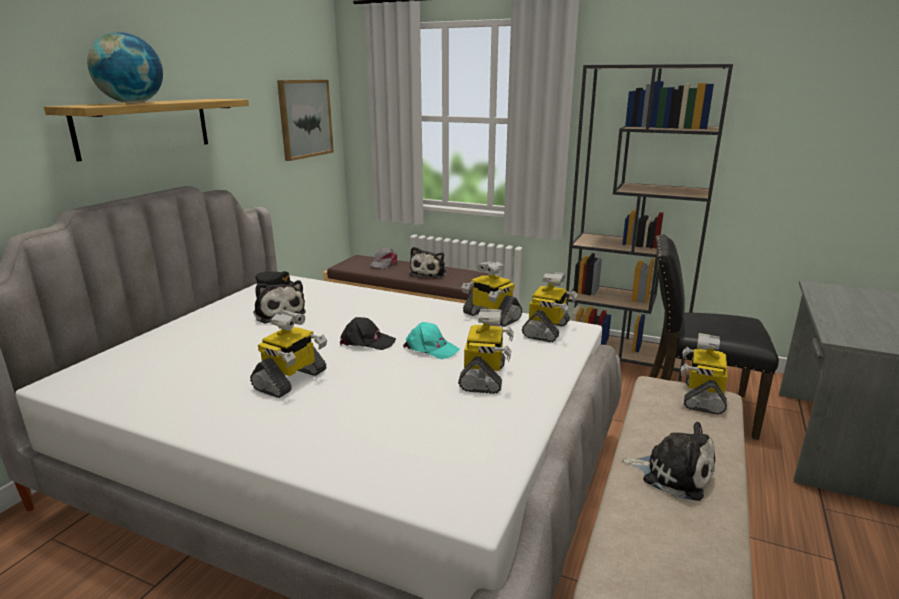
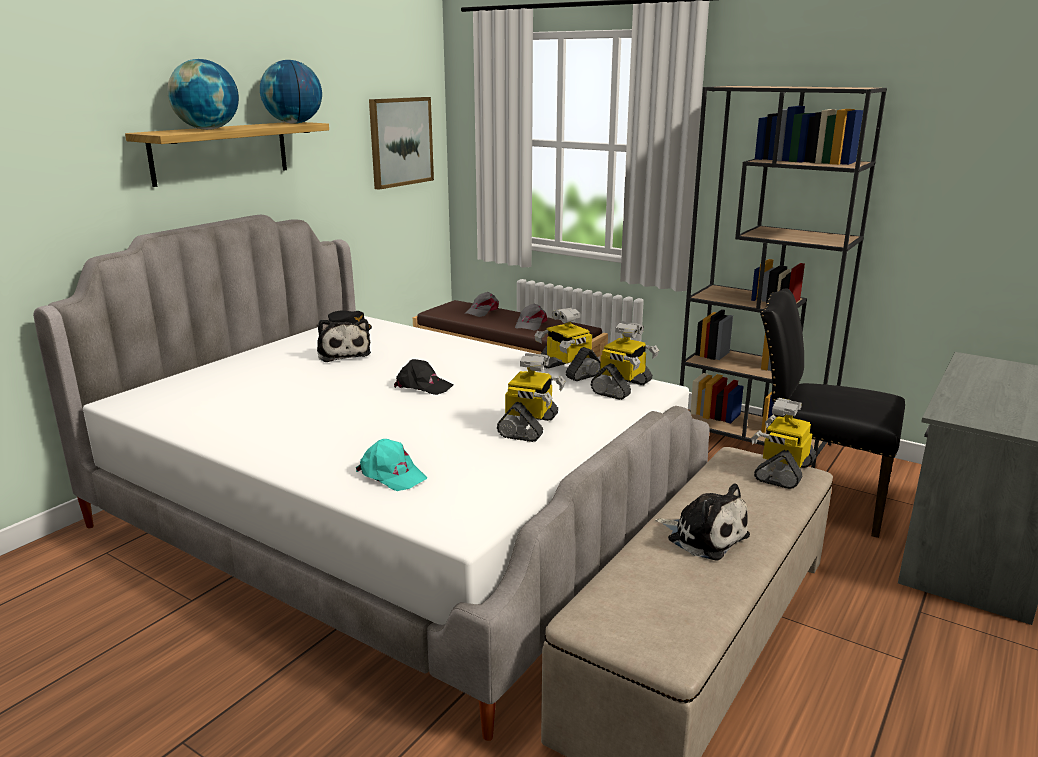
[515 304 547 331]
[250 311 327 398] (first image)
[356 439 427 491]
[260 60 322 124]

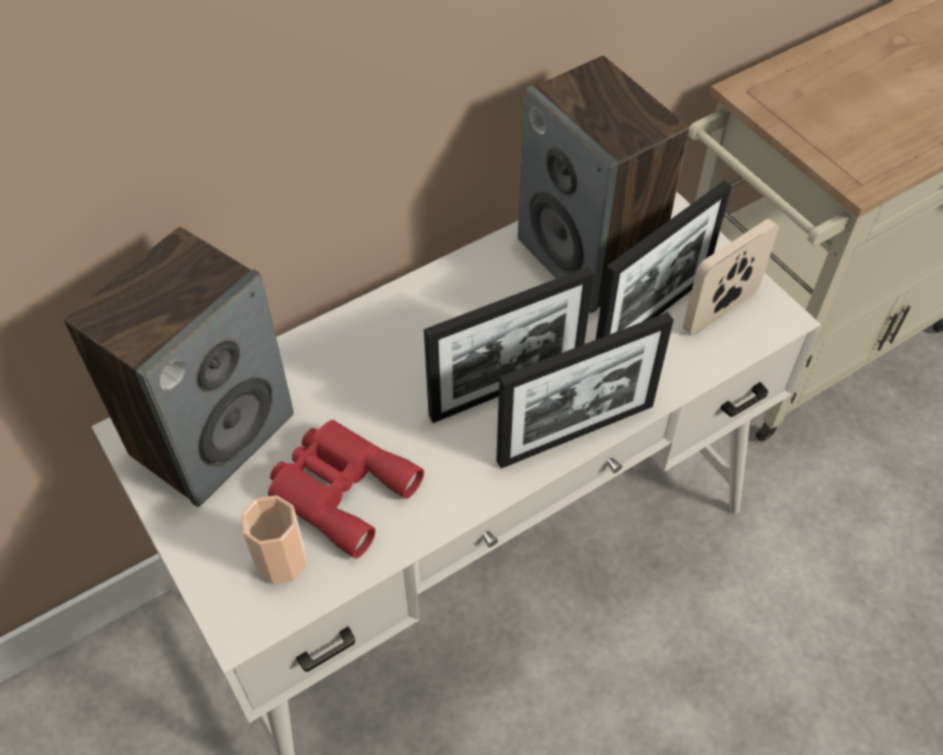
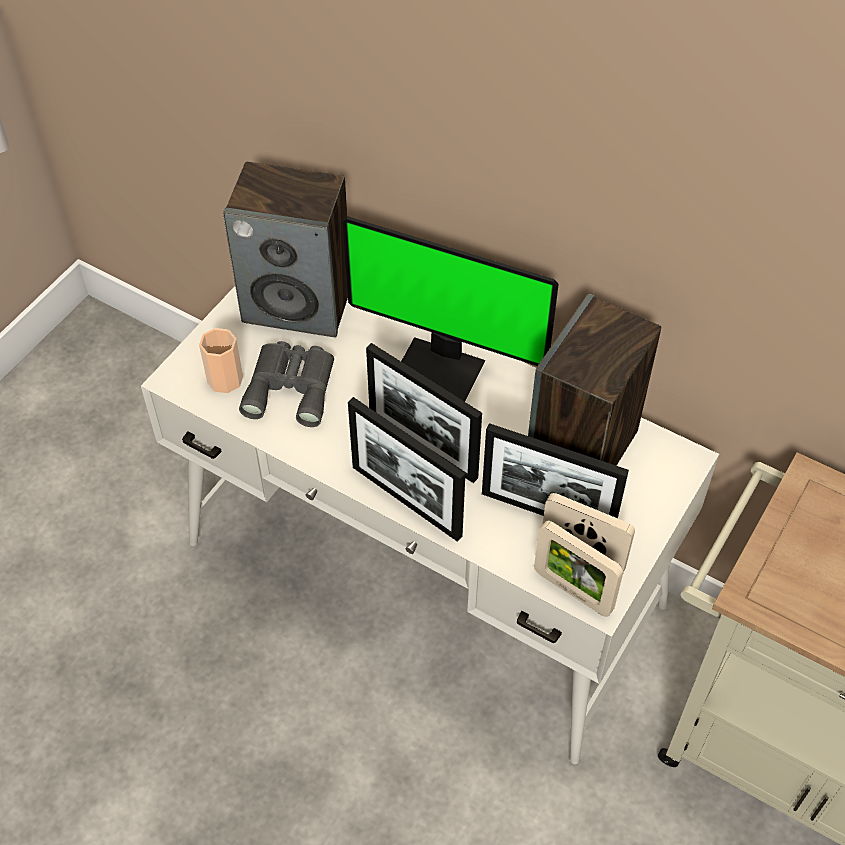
[239 341 334 427]
[343 217 559 402]
[534 520 623 617]

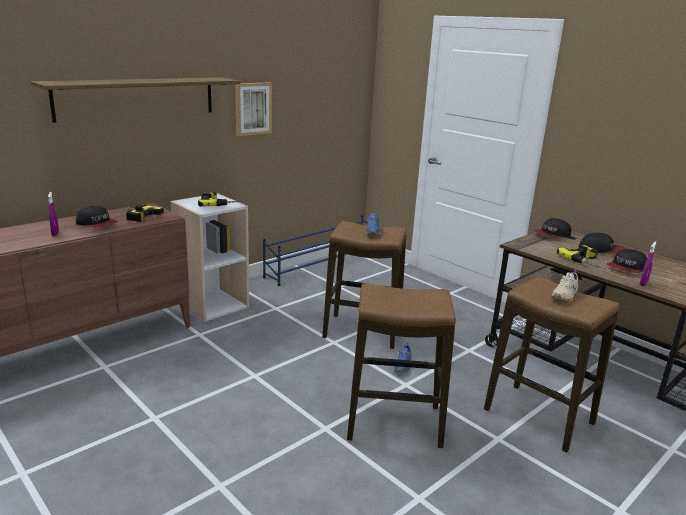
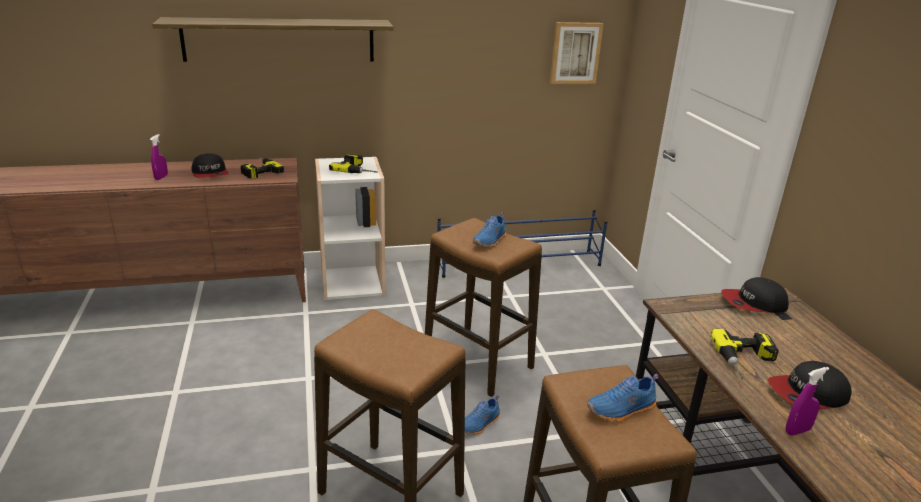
[550 22 604 84]
[579 233 626 254] (first image)
[587 374 659 422]

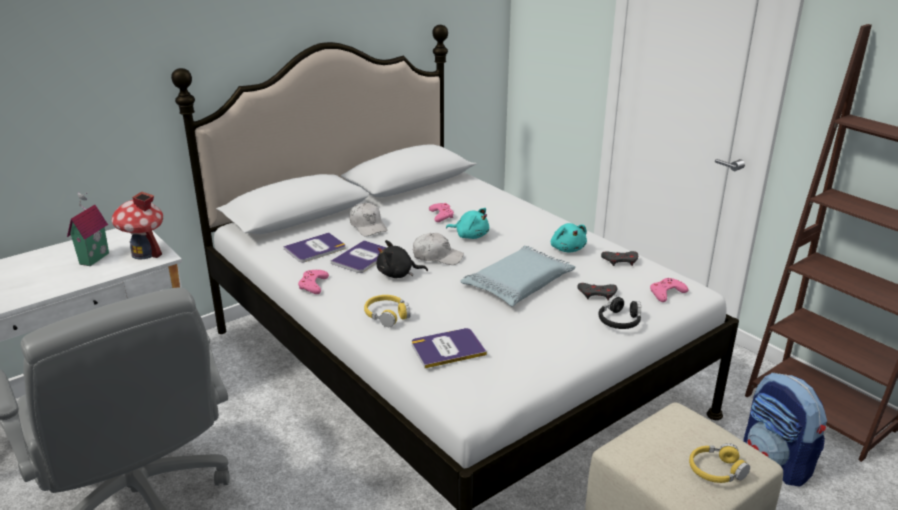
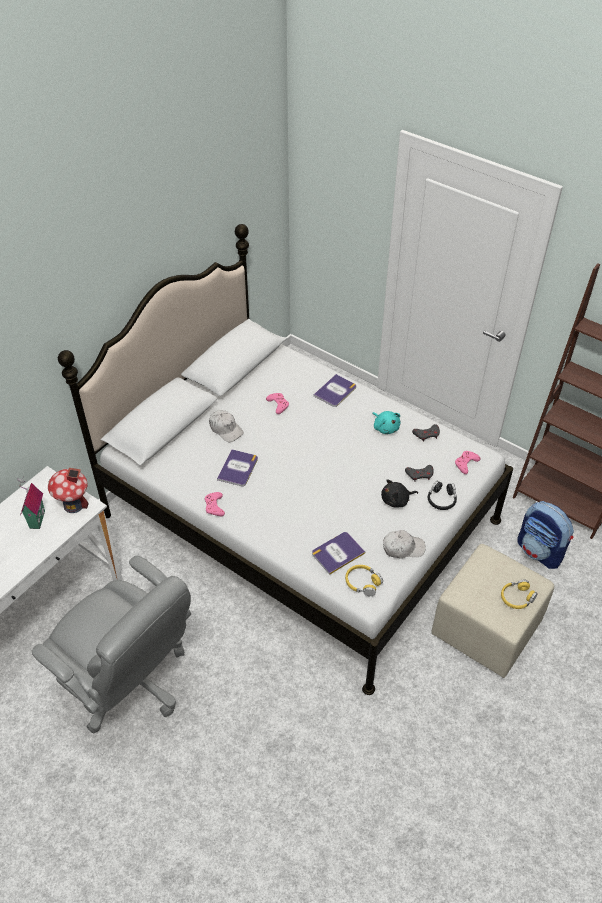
[446 208 489 239] (first image)
[314 374 356 407]
[383 530 426 558]
[381 479 418 508]
[460 246 576 306] (first image)
[345 565 383 596]

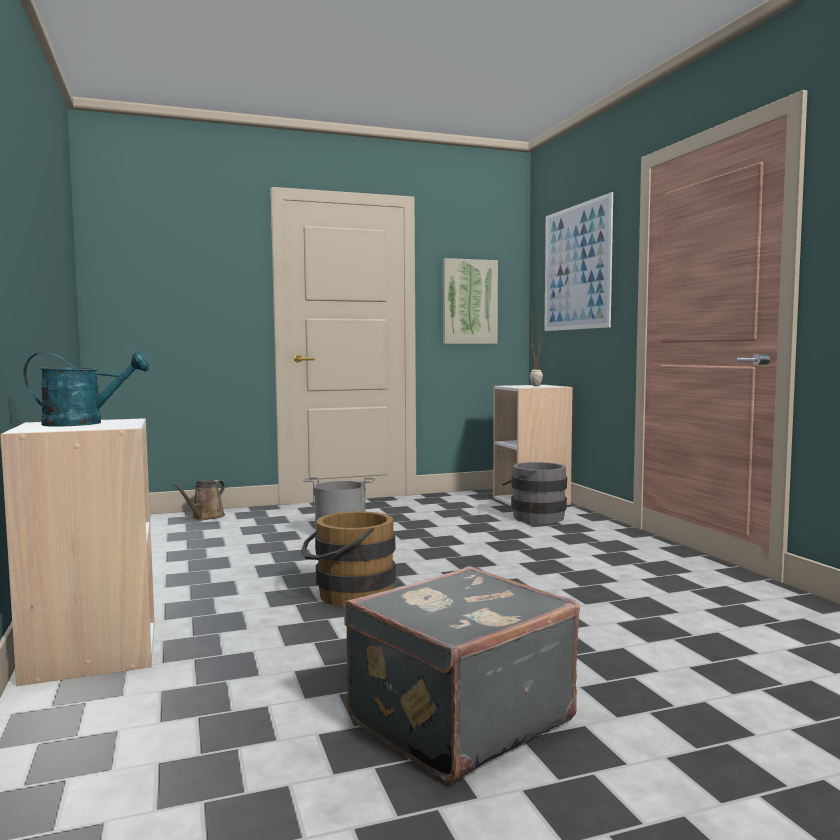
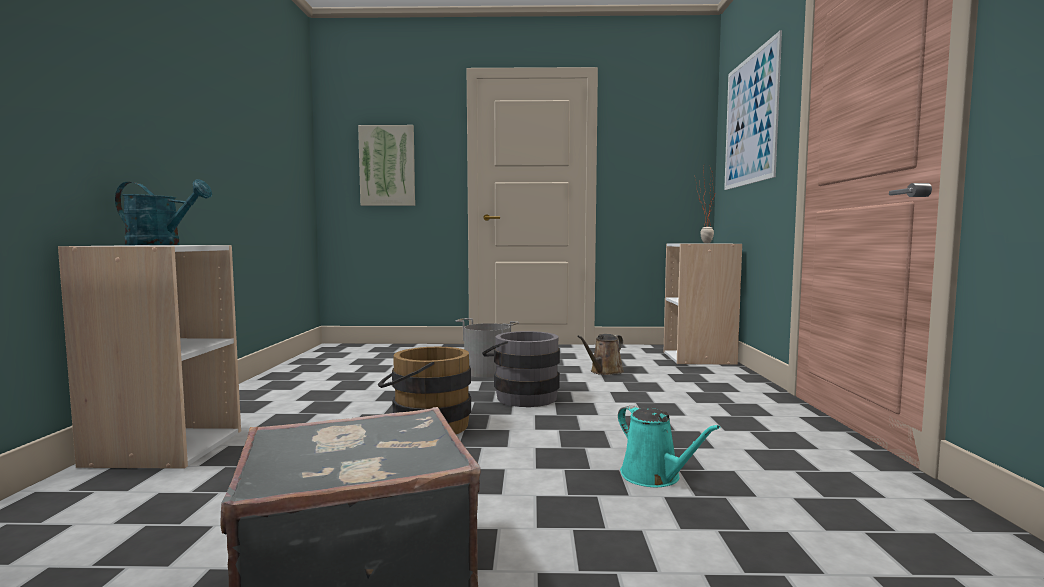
[358 125 415 206]
[482 331 560 407]
[577 334 624 375]
[618 405 720 487]

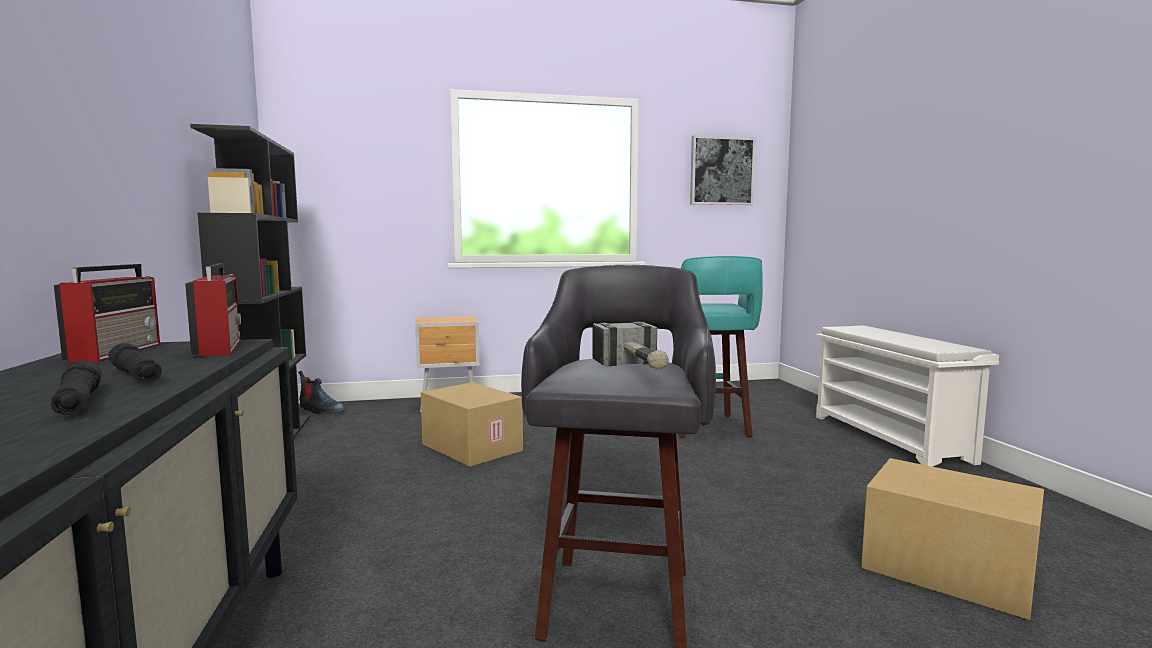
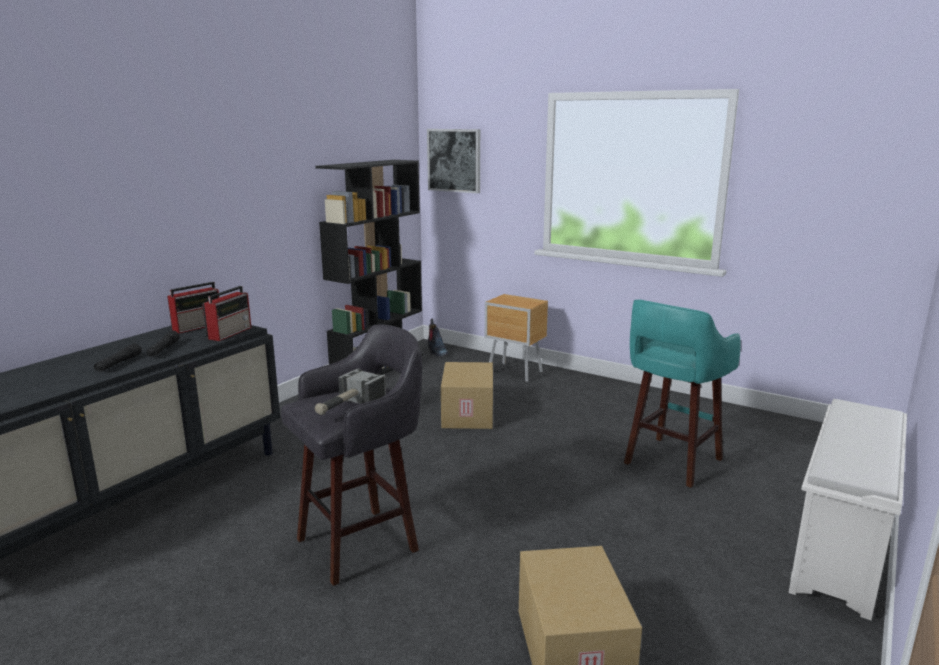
[427 129 480 193]

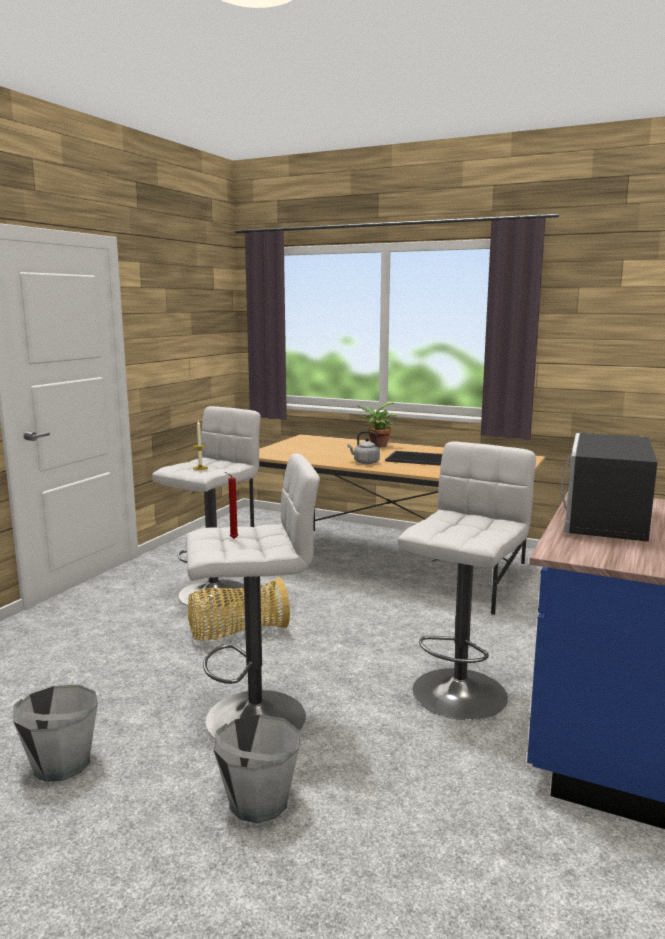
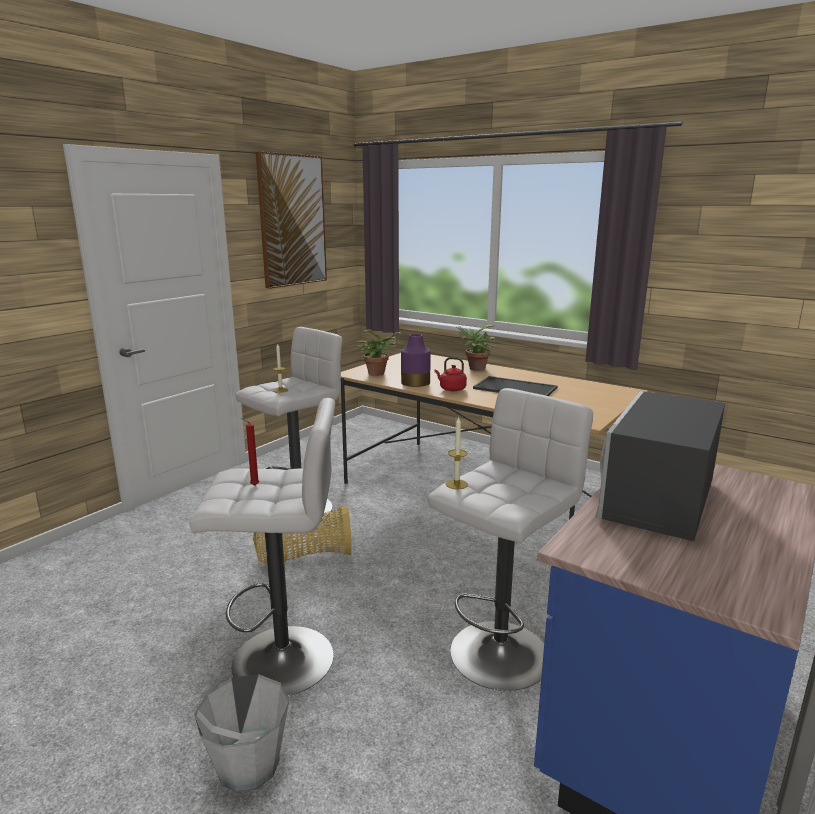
[435 357 467 391]
[13 685 98 782] (first image)
[256 151 327 289]
[356 330 402 376]
[401 334 431 387]
[446 416 468 490]

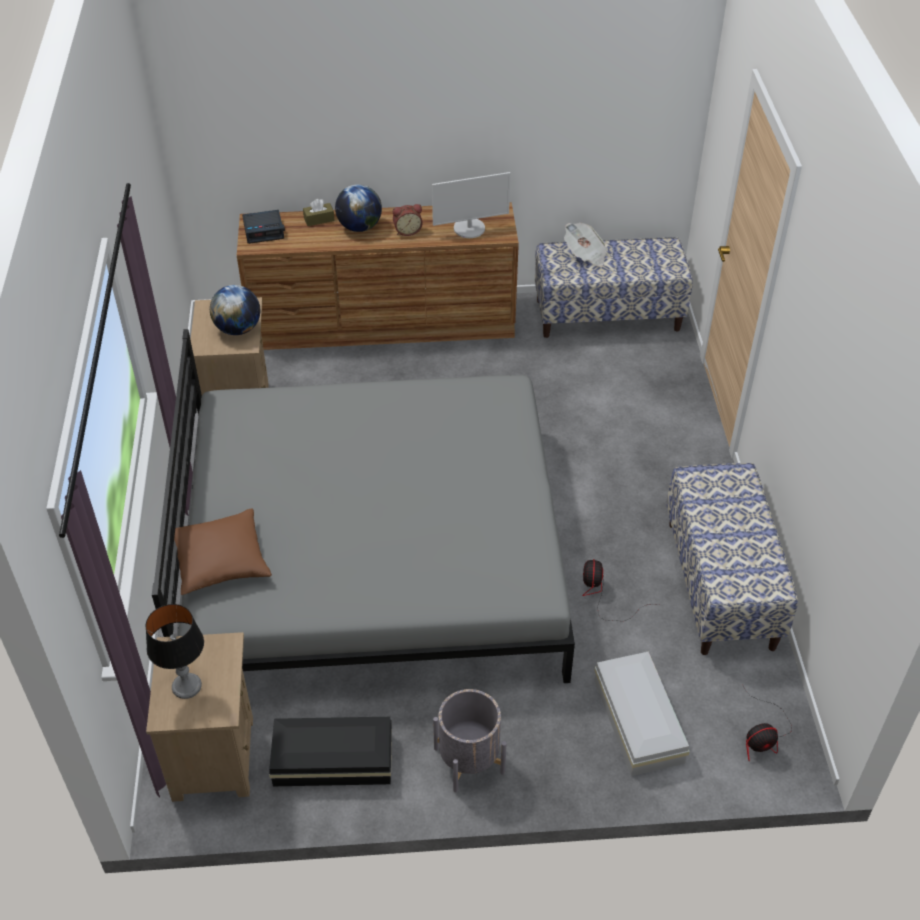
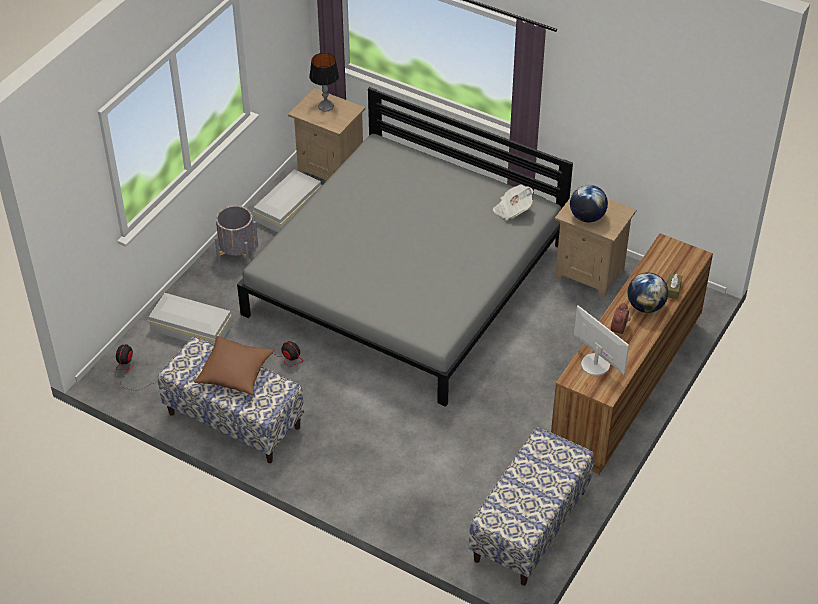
[574 305 629 376]
[242 210 285 244] (first image)
[493 184 534 221]
[194 336 274 395]
[253 169 322 232]

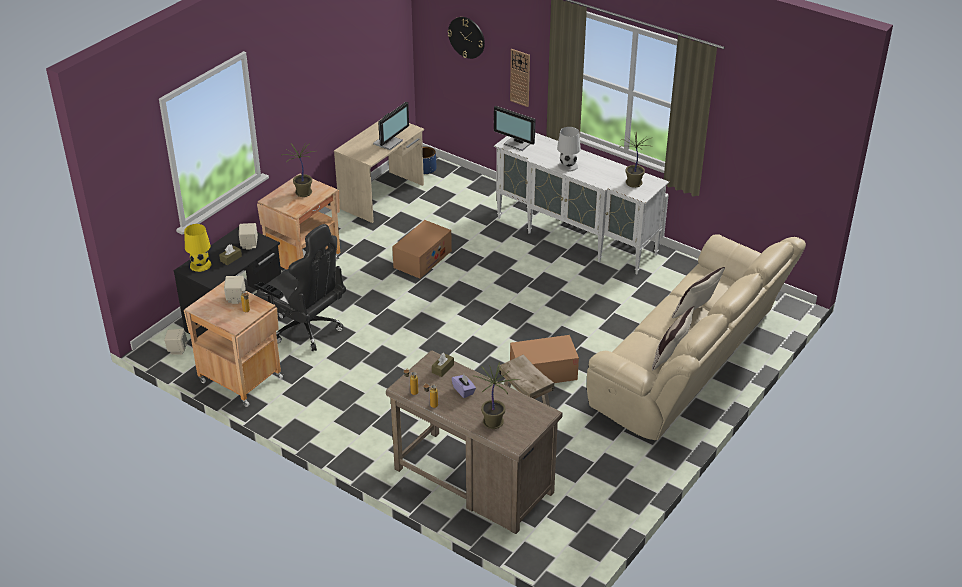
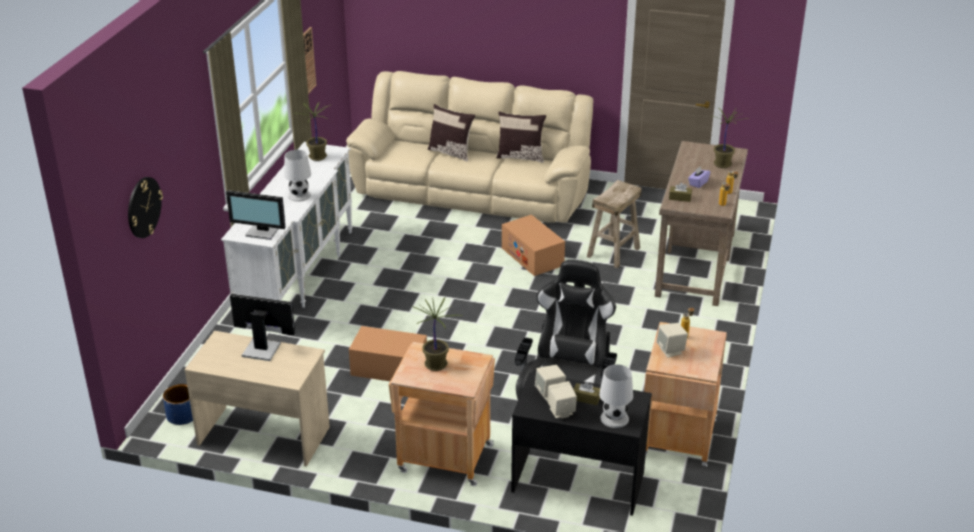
[303 27 316 94]
[226 190 286 240]
[599 364 633 428]
[547 381 577 419]

